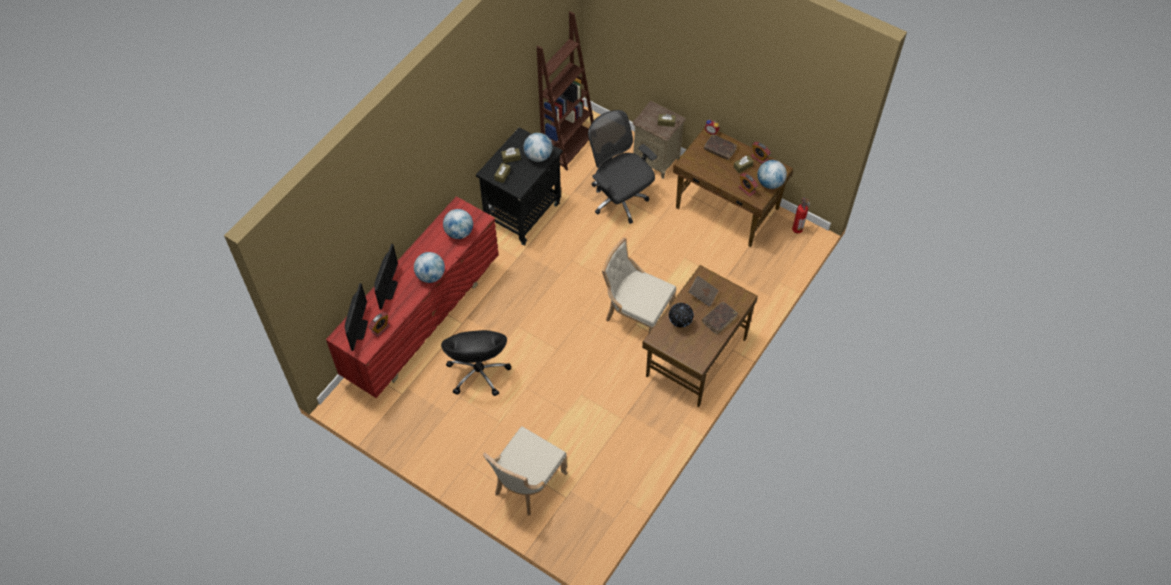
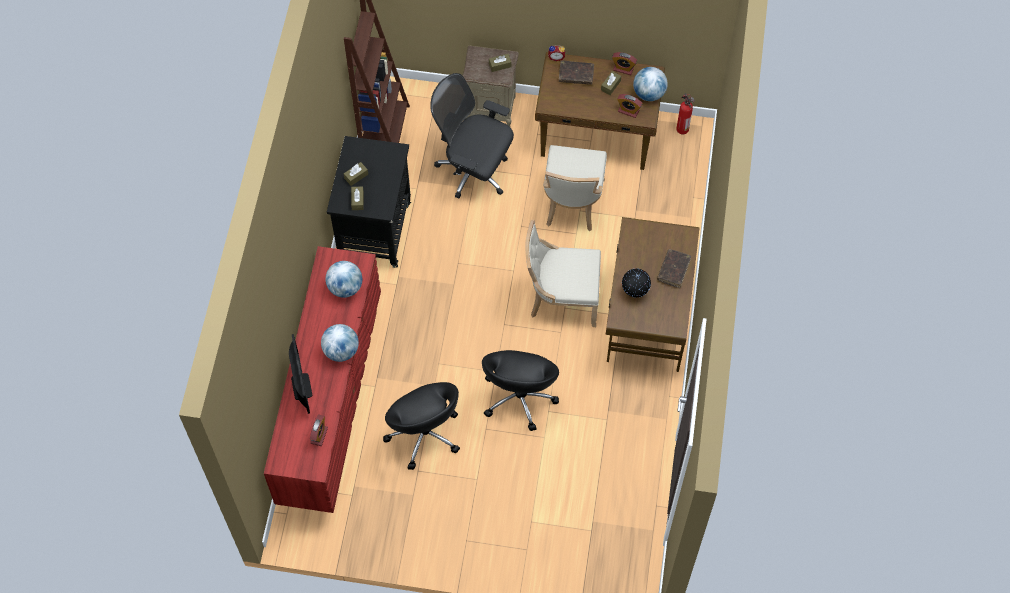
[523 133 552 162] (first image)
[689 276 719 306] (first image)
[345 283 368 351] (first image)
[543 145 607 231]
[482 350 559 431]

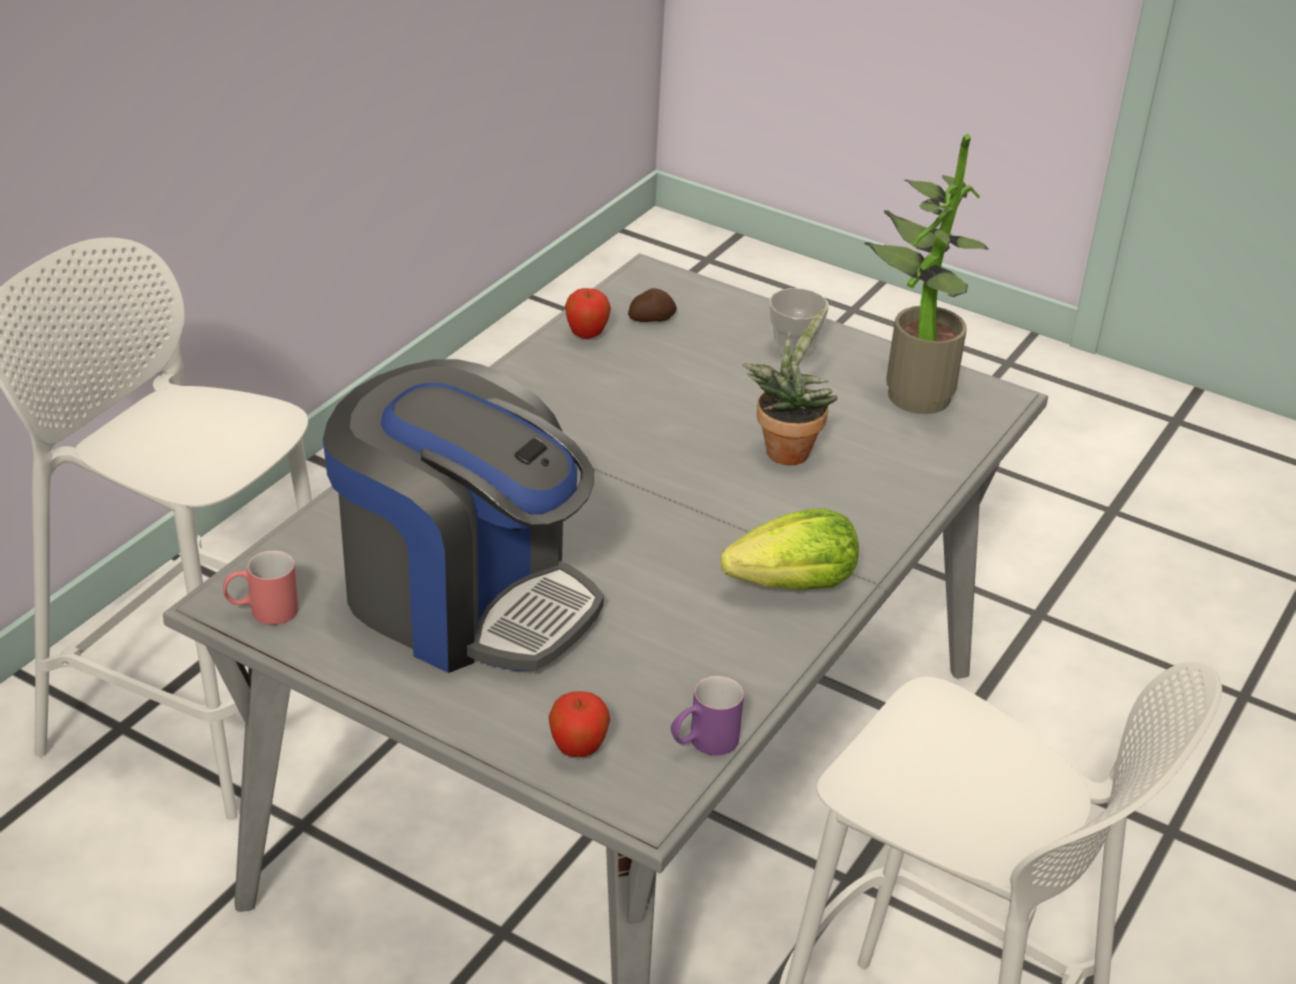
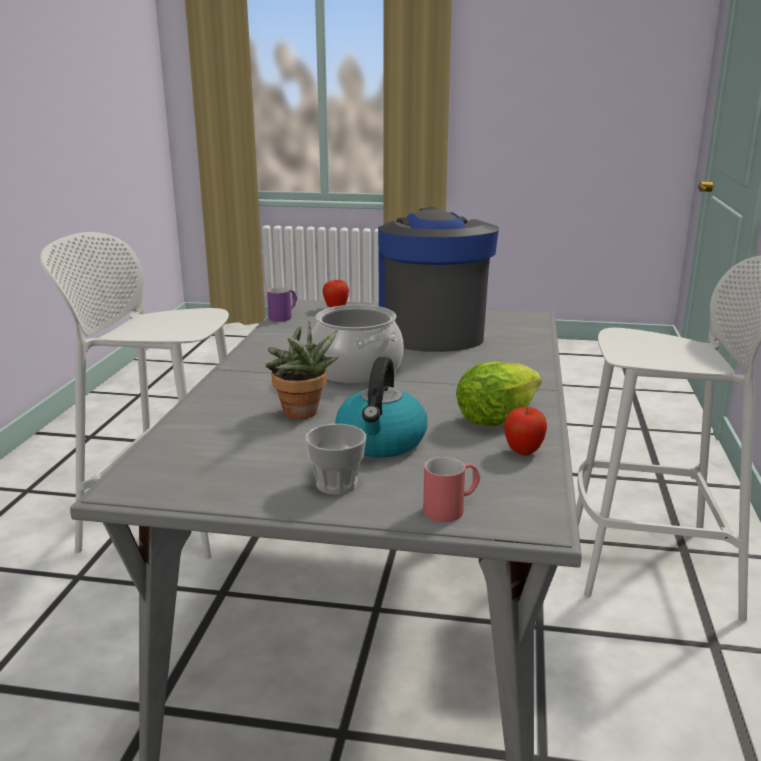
[864 134 989 414] (first image)
[628 288 677 322] (first image)
[378 208 499 352]
[456 362 542 426]
[423 457 480 522]
[312 305 404 383]
[335 357 427 457]

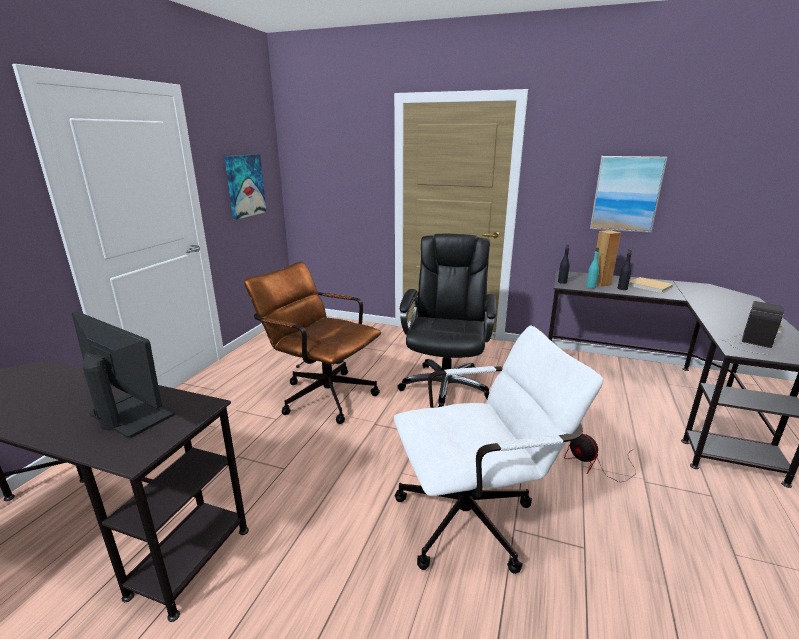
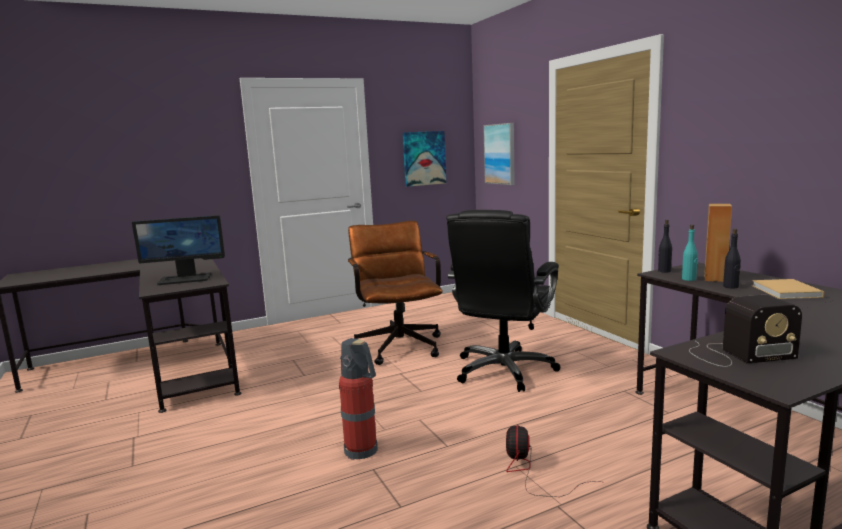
[483 123 515 185]
[446 210 561 392]
[132 215 225 285]
[339 338 378 460]

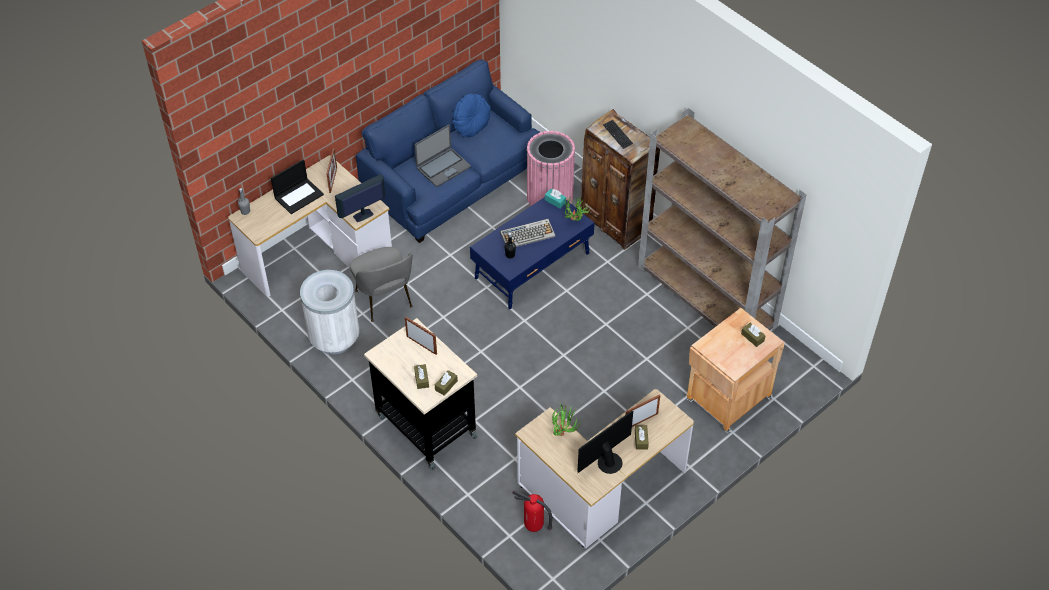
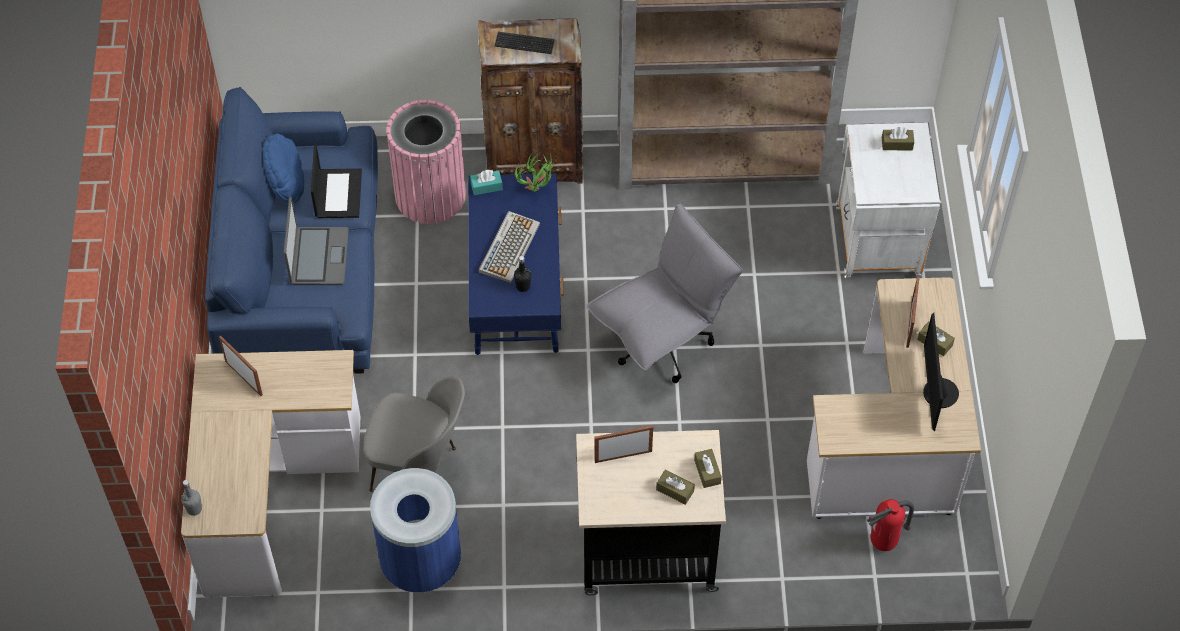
[311 144 362 218]
[335 174 385 222] (first image)
[370 468 461 593]
[836 123 940 278]
[552 404 582 436] (first image)
[586 202 743 383]

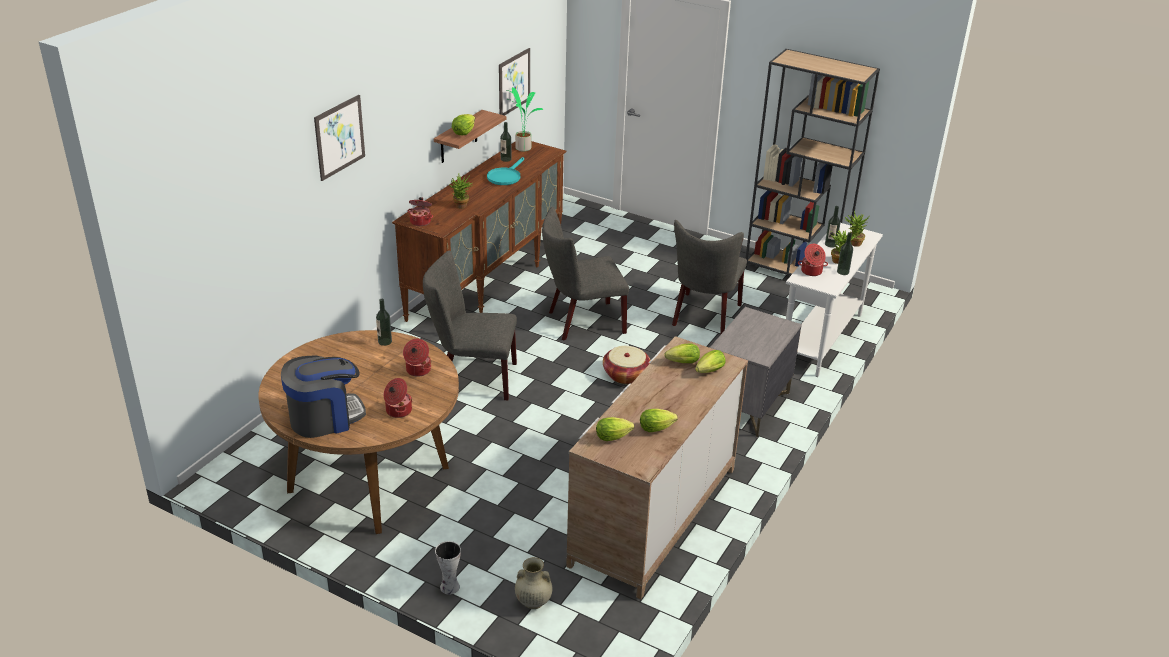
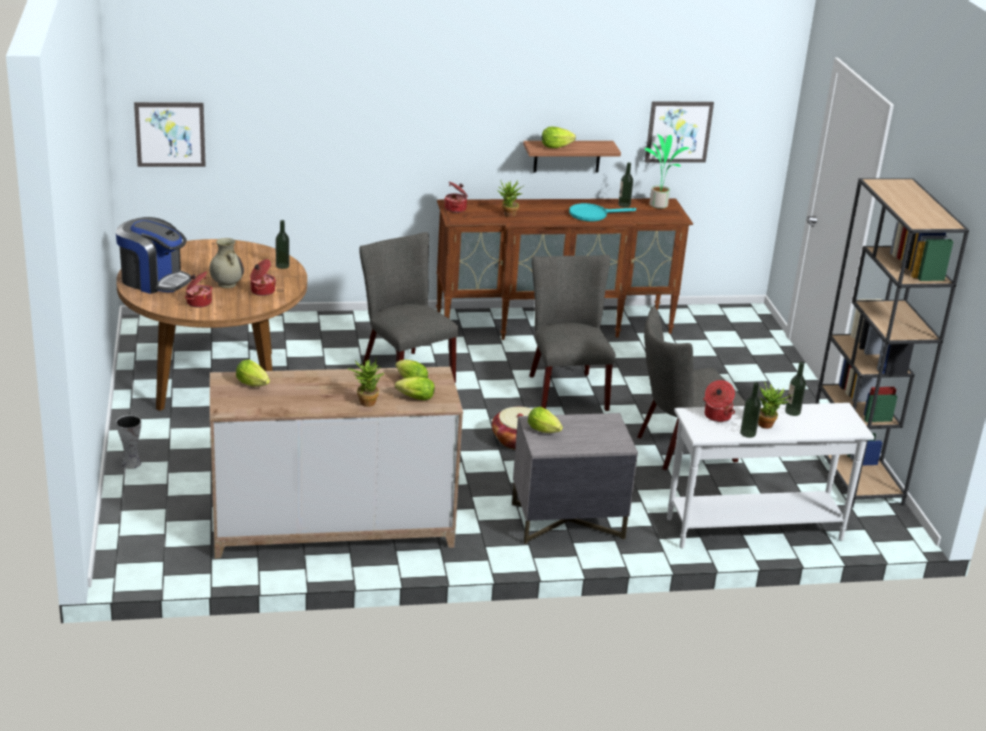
[134 102 206 167]
[529 255 616 411]
[348 359 384 407]
[528 407 563 433]
[209 238 244 288]

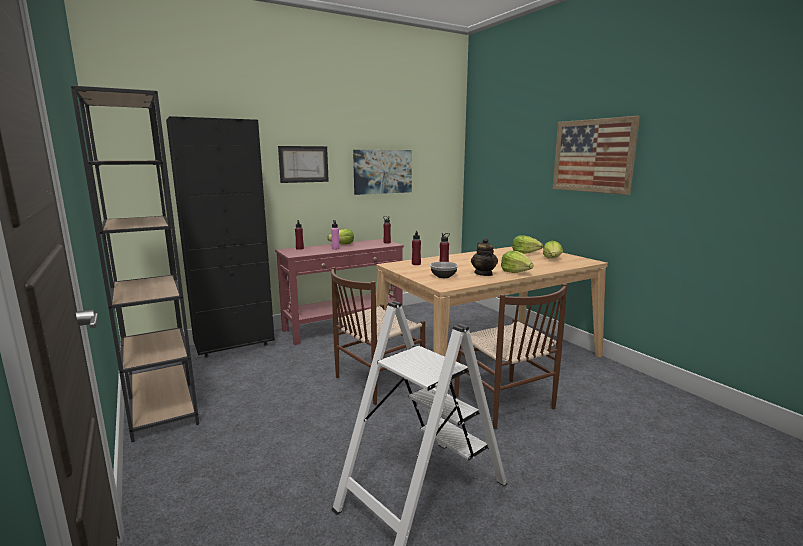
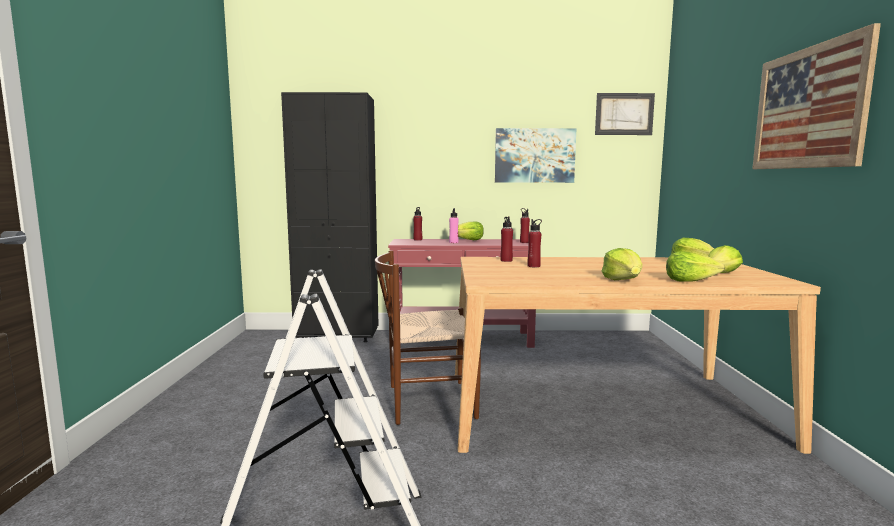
[71 86 199 442] (first image)
[595 93 655 135]
[471 238 498 276] (first image)
[430 262 458 278] (first image)
[455 284 567 429] (first image)
[666 251 724 282]

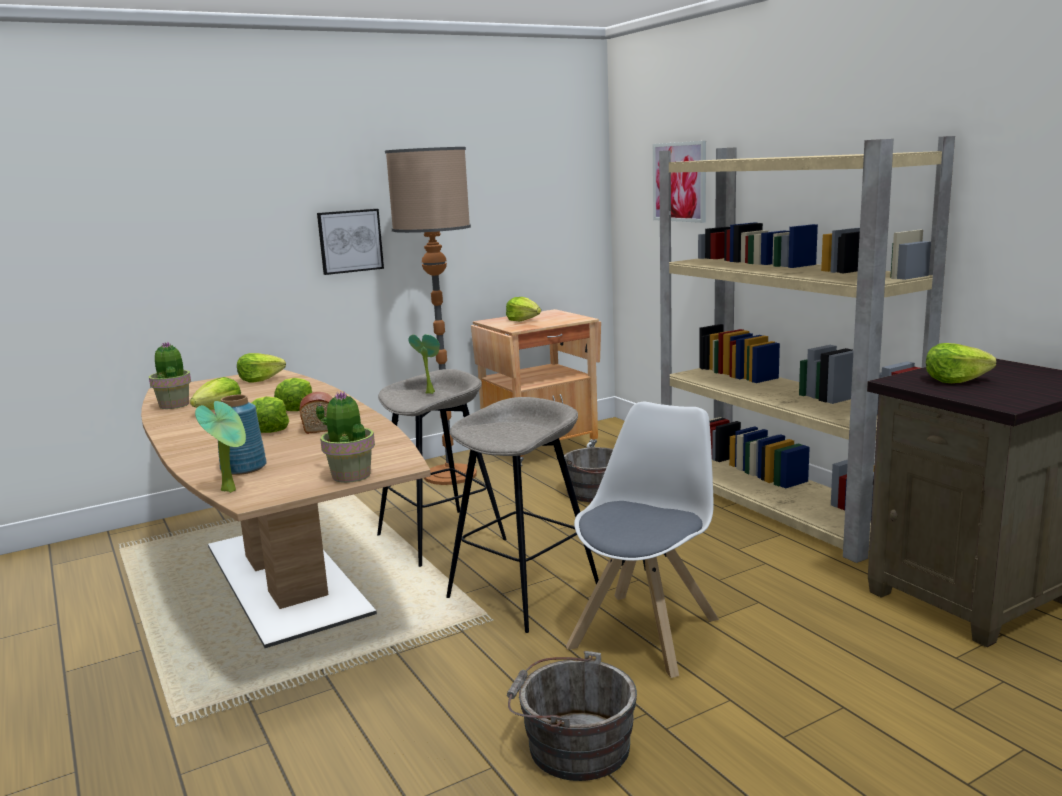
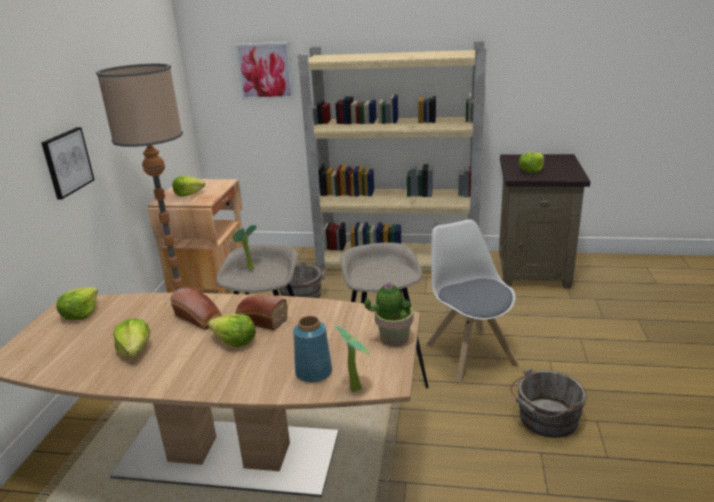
[149 342 191 409] (first image)
[170 287 222 330]

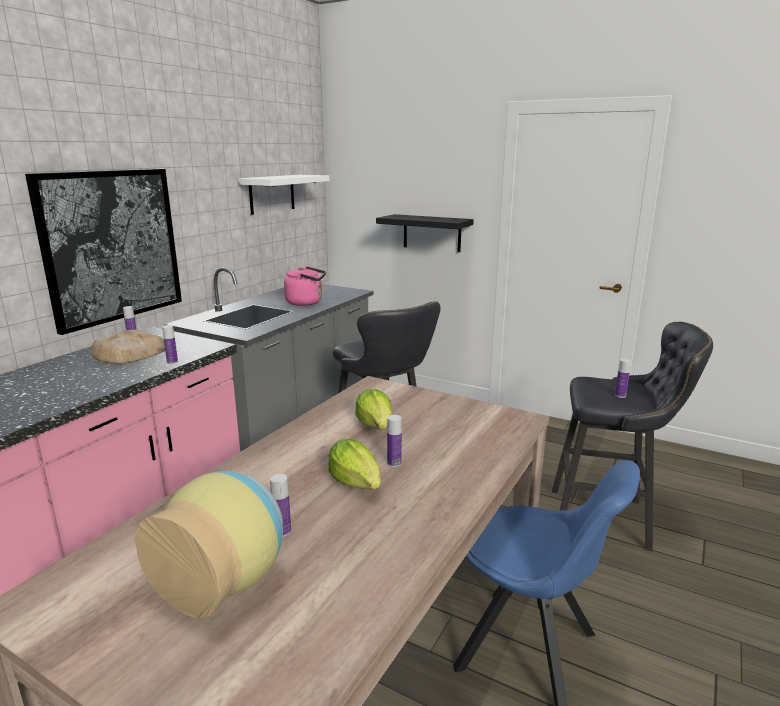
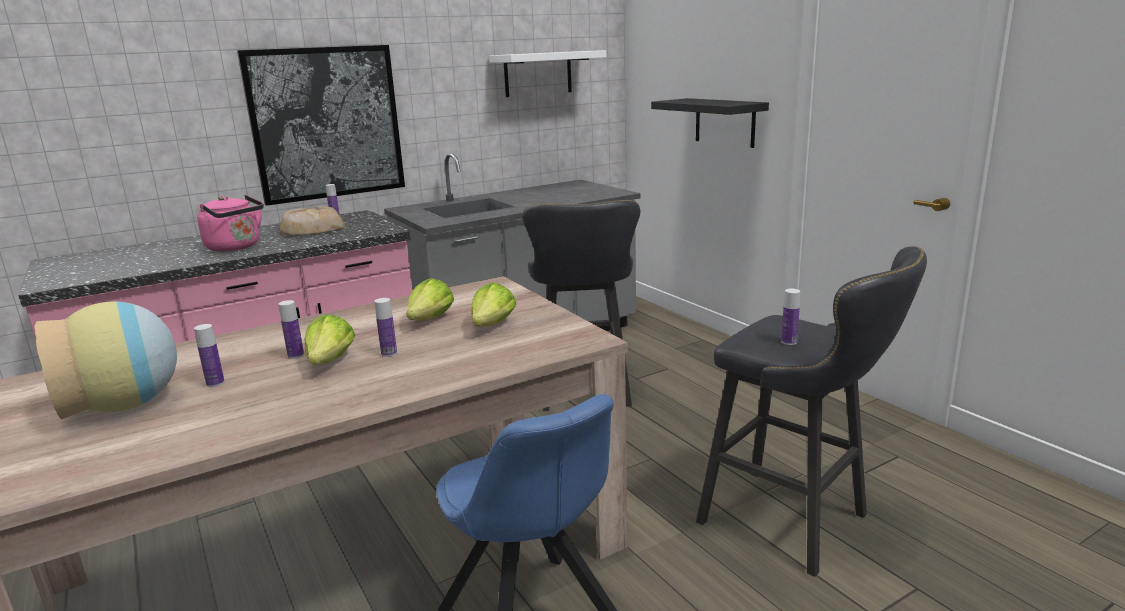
[197 195 264 252]
[279 300 304 359]
[471 283 516 327]

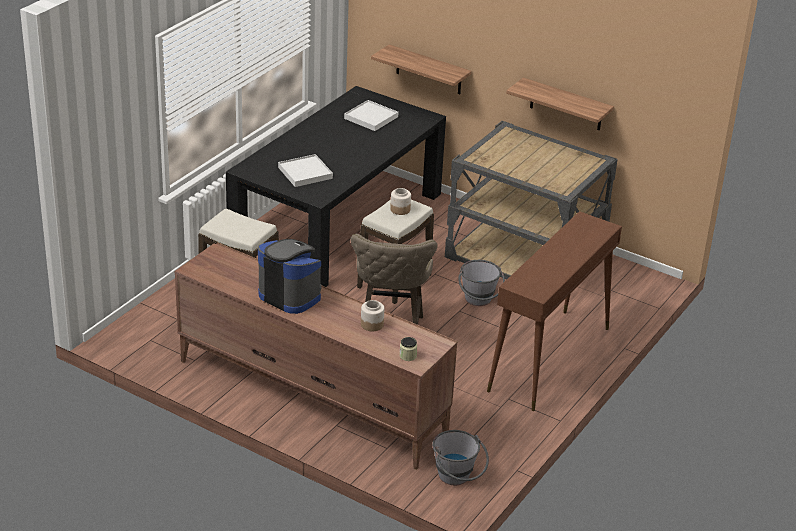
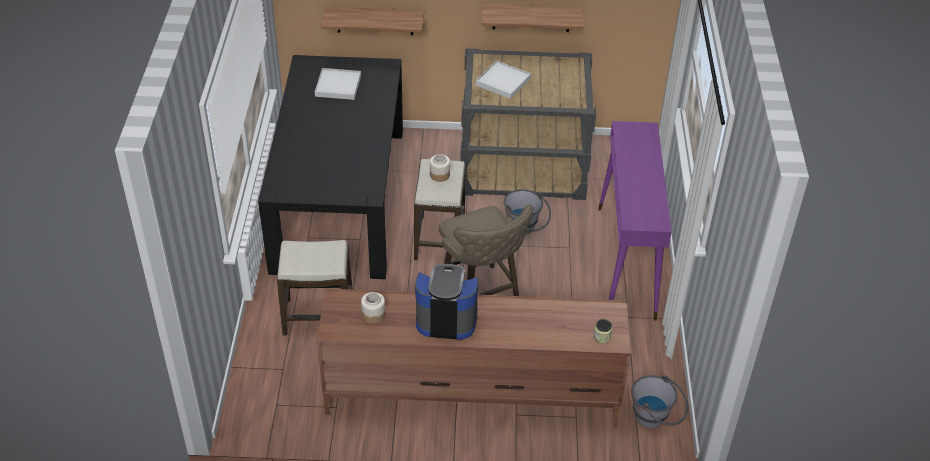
[476 61 531 99]
[598 121 672 321]
[361 292 385 324]

